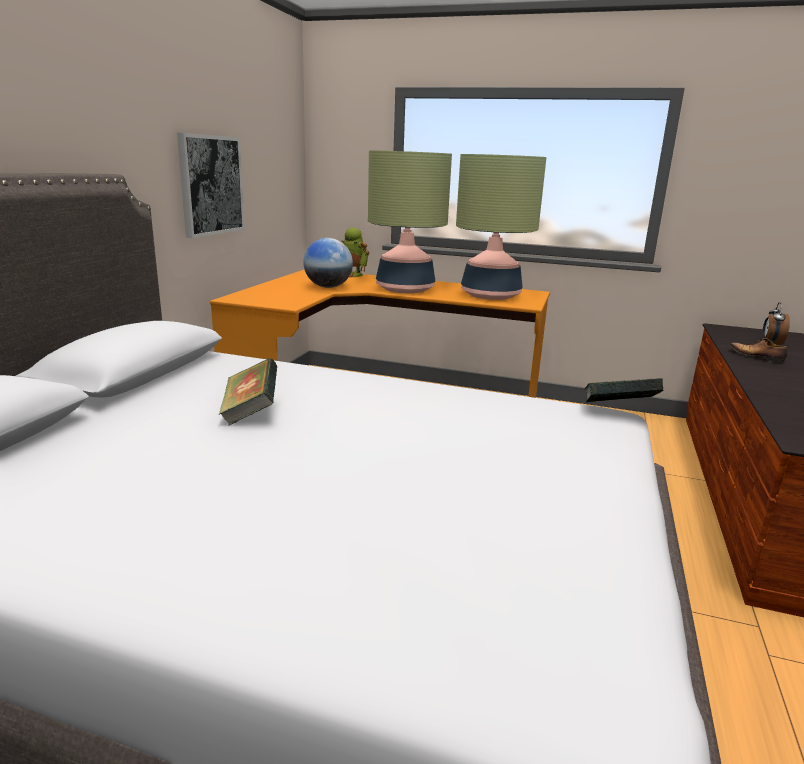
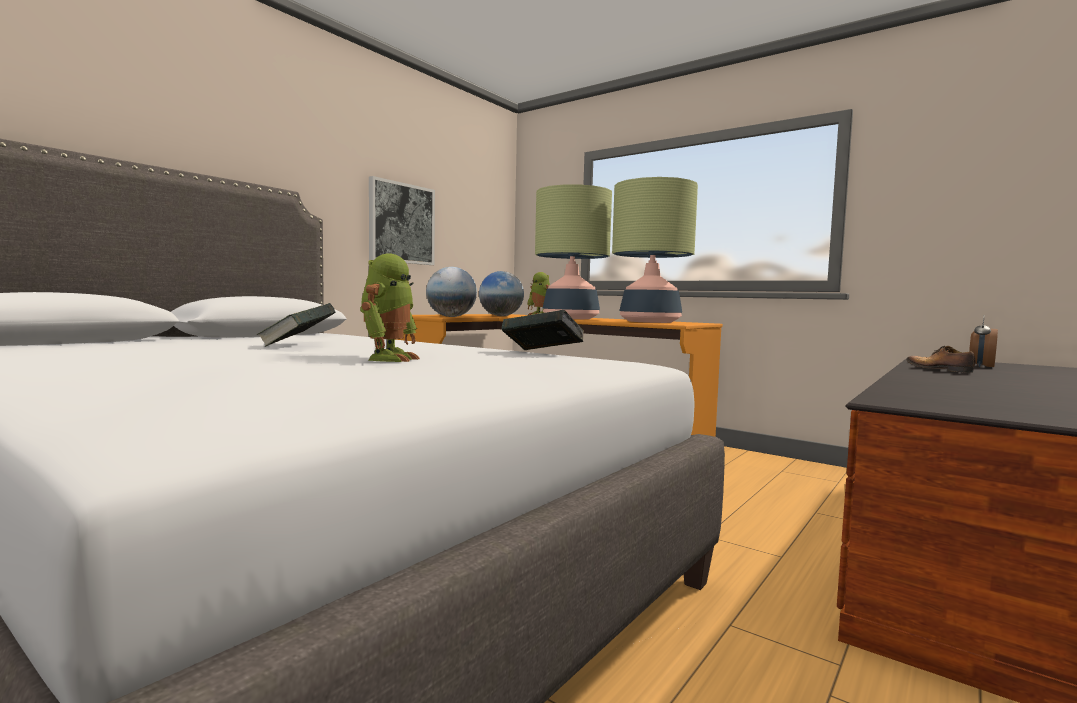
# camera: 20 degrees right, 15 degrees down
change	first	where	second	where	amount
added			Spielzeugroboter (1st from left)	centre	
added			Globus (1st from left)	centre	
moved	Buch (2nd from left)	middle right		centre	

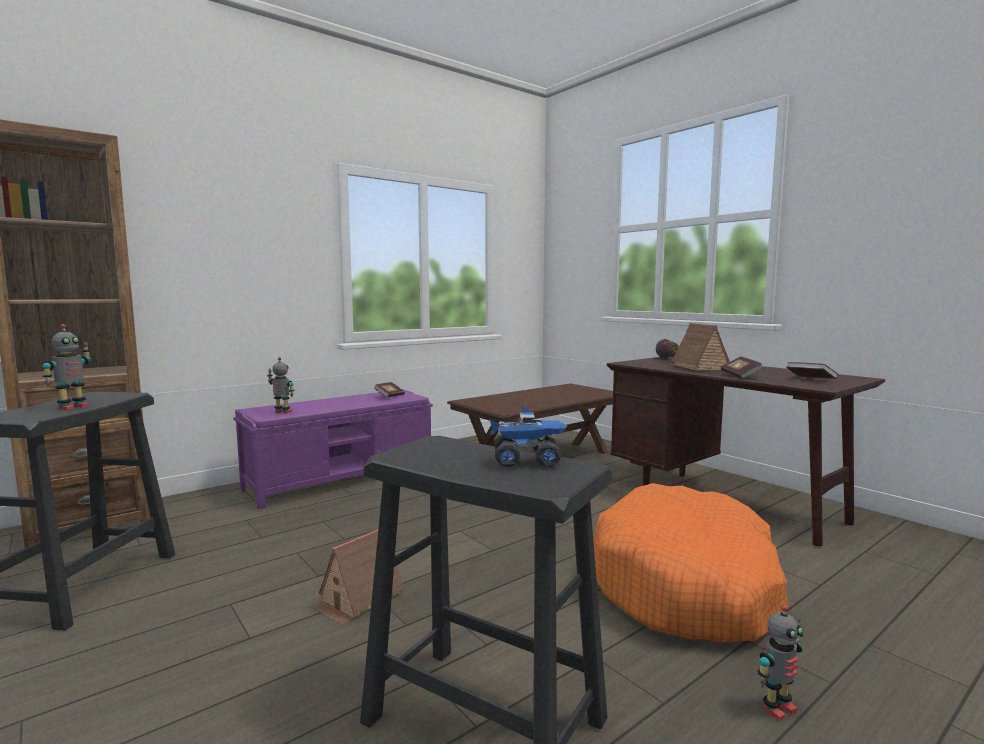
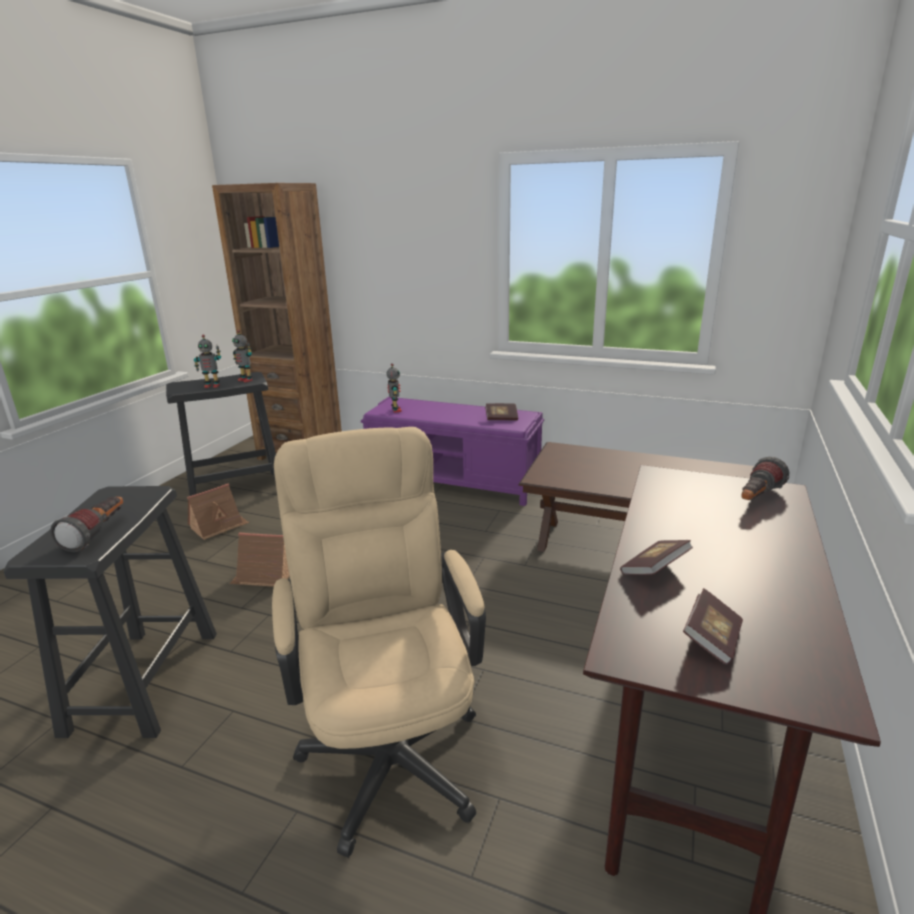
# camera: 60 degrees right, 15 degrees up
change	first	where	second	where	amount
moved	Spielzeughaus (2nd from left in the first image)	middle right	Spielzeughaus (1st from left)	middle left	
moved	Spielzeugroboter (3rd from left in the first image)	bottom right	Spielzeugroboter (2nd from left)	middle left	
replaced	Spielzeuglaster	centre	Taschenlampe (1st from left)	middle left	
replaced	Hundebett/orange	bottom right	Bürostuhl/beige	bottom centre	

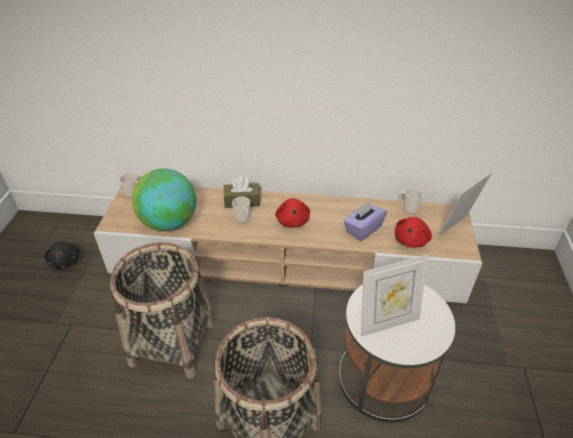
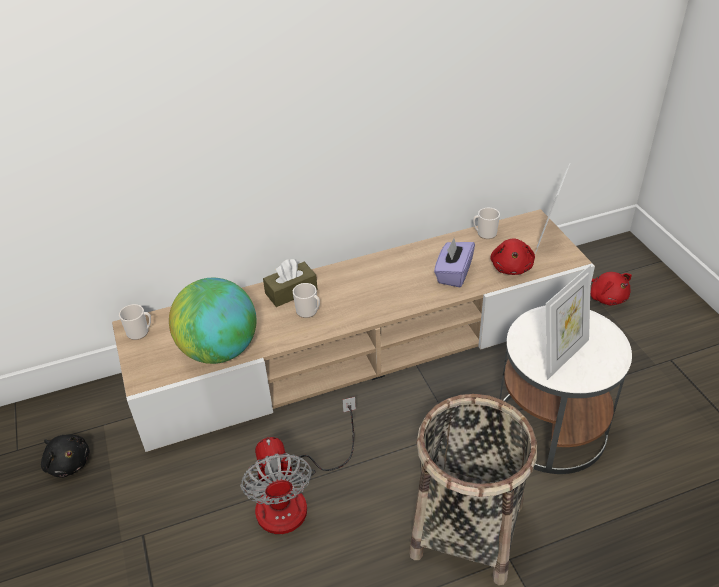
# camera: 25 degrees left, 0 degrees up
change	first	where	second	where	amount
moved	Plüschtier/rot (1st from left in the first image)	centre	Plüschtier/rot (2nd from left)	middle right	
replaced	Korb (1st from left)	bottom left	Ventilator	bottom centre	

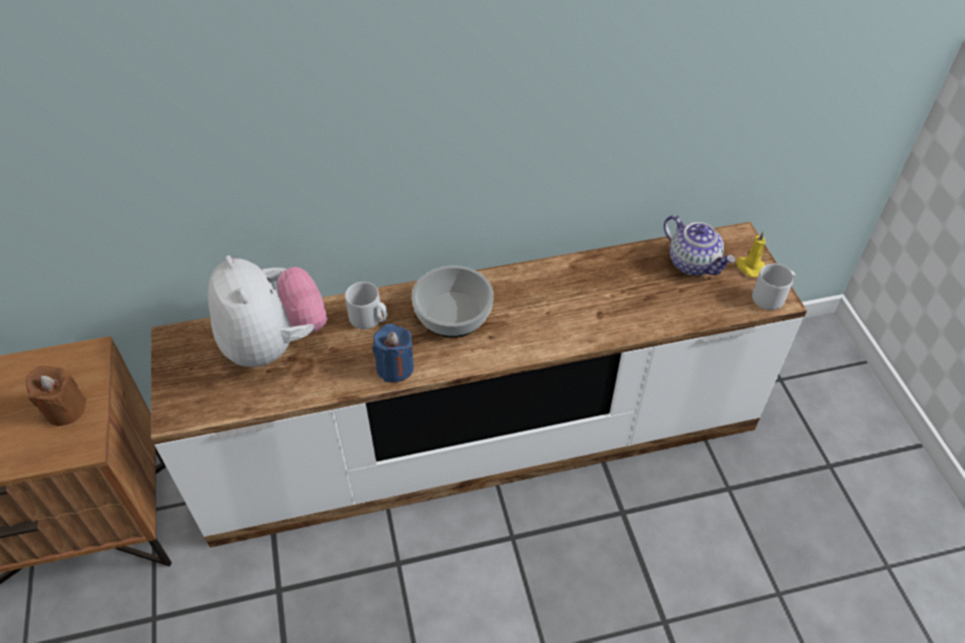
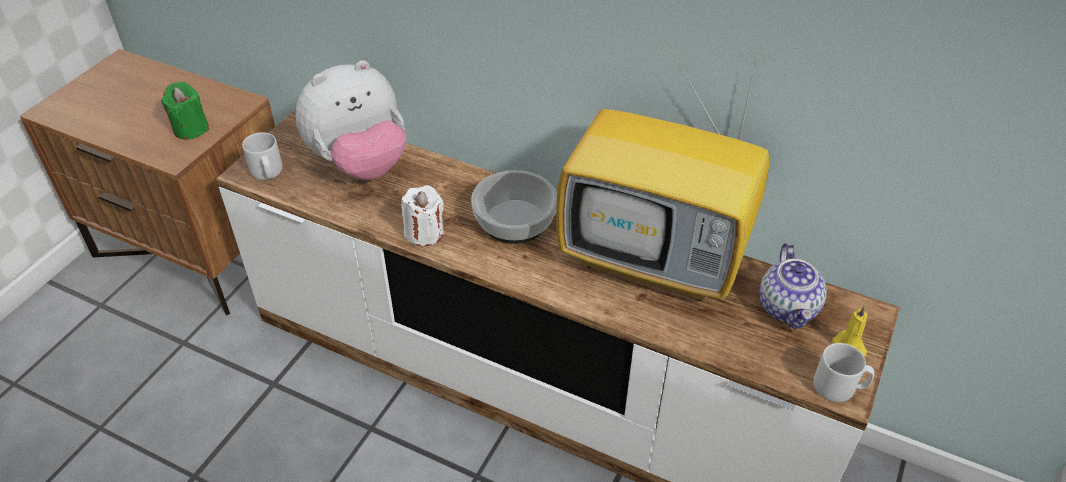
# camera: 40 degrees right, 5 degrees down
change	first	where	second	where	amount
added			Fernseher	centre	
moved	Henkelbecher/grau (1st from left)	centre		top left	
recoloured	Kerze/braun	middle left	Kerze/grün	top left	
recoloured	Kerze/blau	centre	Kerze/weiß	centre	
turned	Plüschtier	middle left		top left	45 degrees clockwise

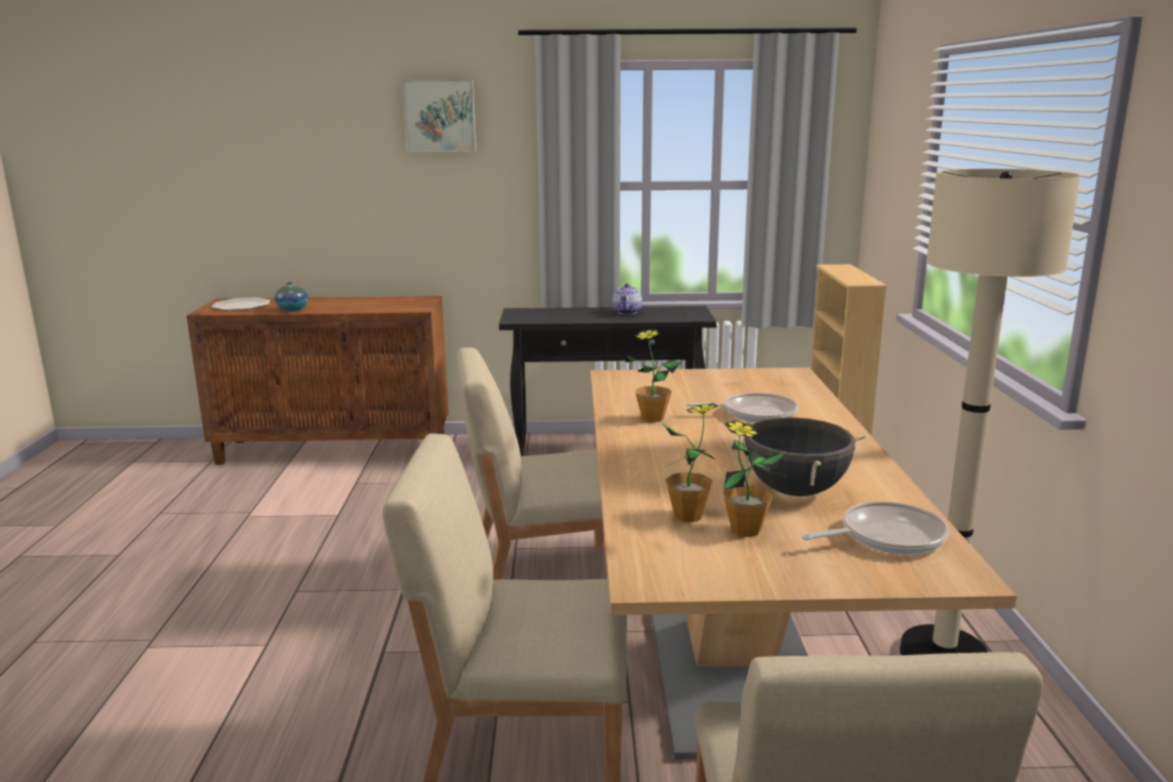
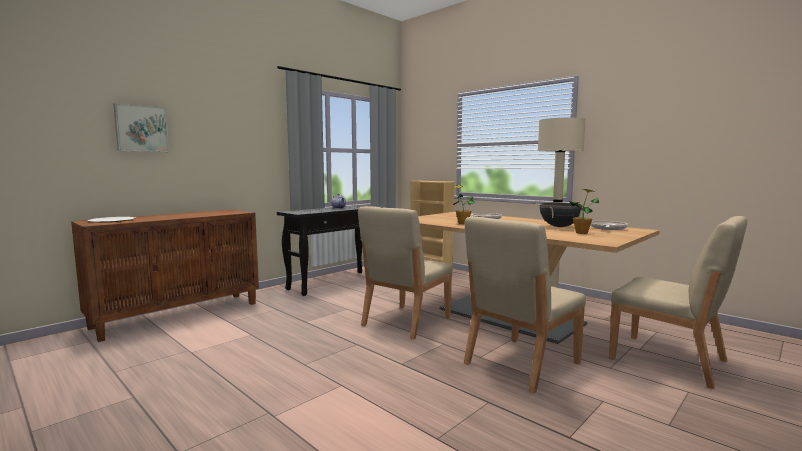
# camera: 45 degrees left, 10 degrees down
change	first	where	second	where	amount
removed	Vase	middle left			
removed	Topfpflanze (2nd from left)	centre			
moved	Bild	top centre		top left	

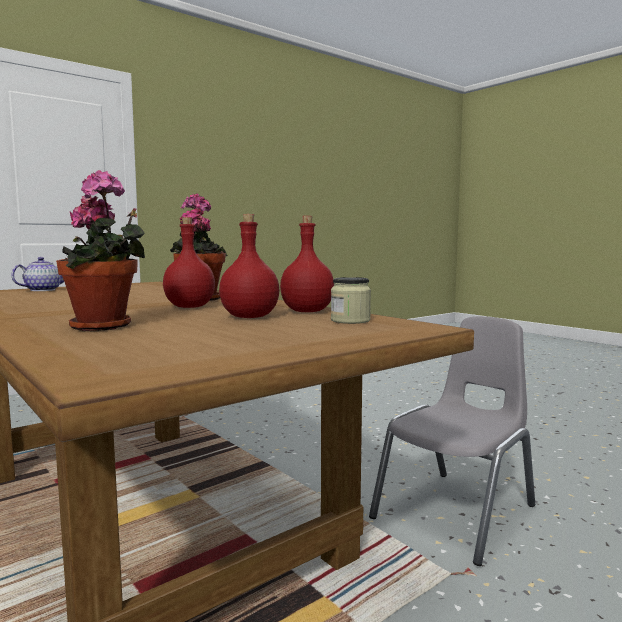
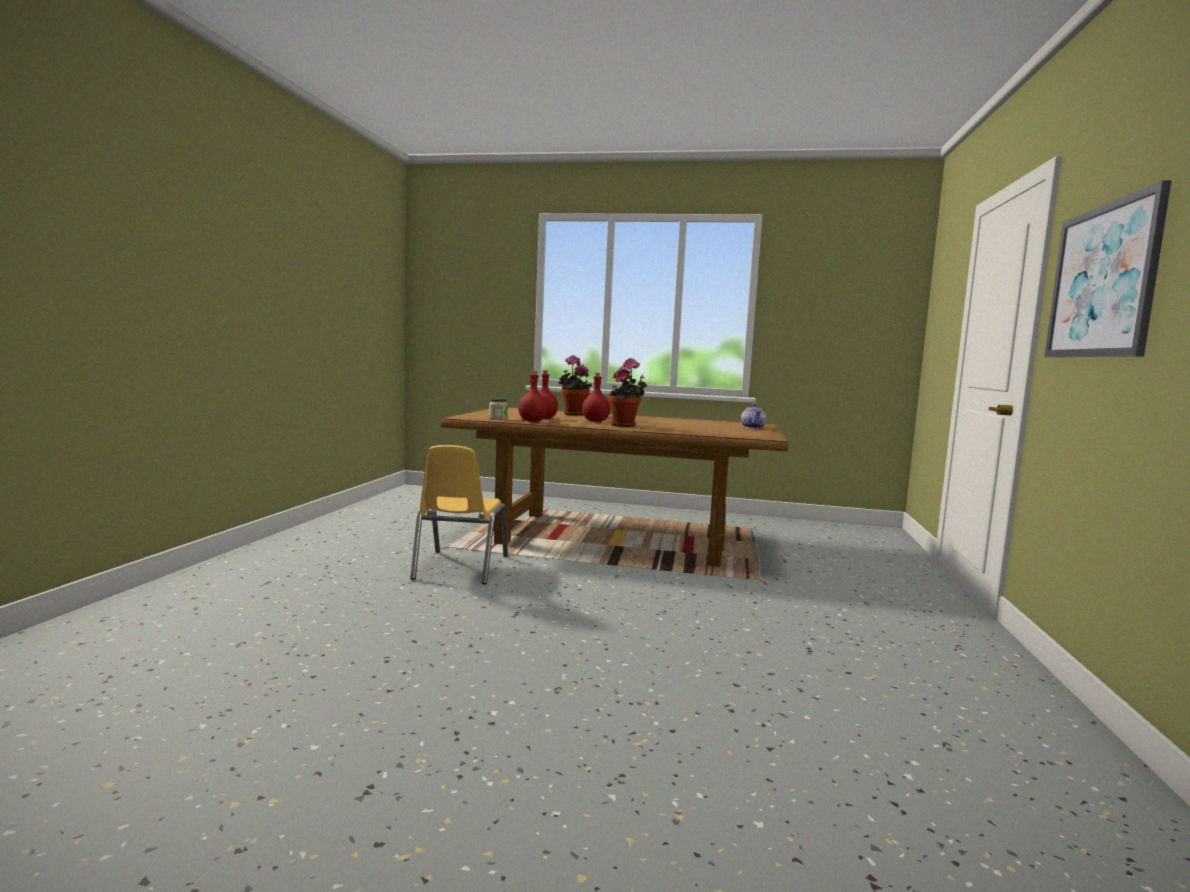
# camera: 140 degrees right, 0 degrees up
change	first	where	second	where	amount
added			Bild	top right	
recoloured	Stuhl/grau	bottom right	Stuhl/gelb	centre	

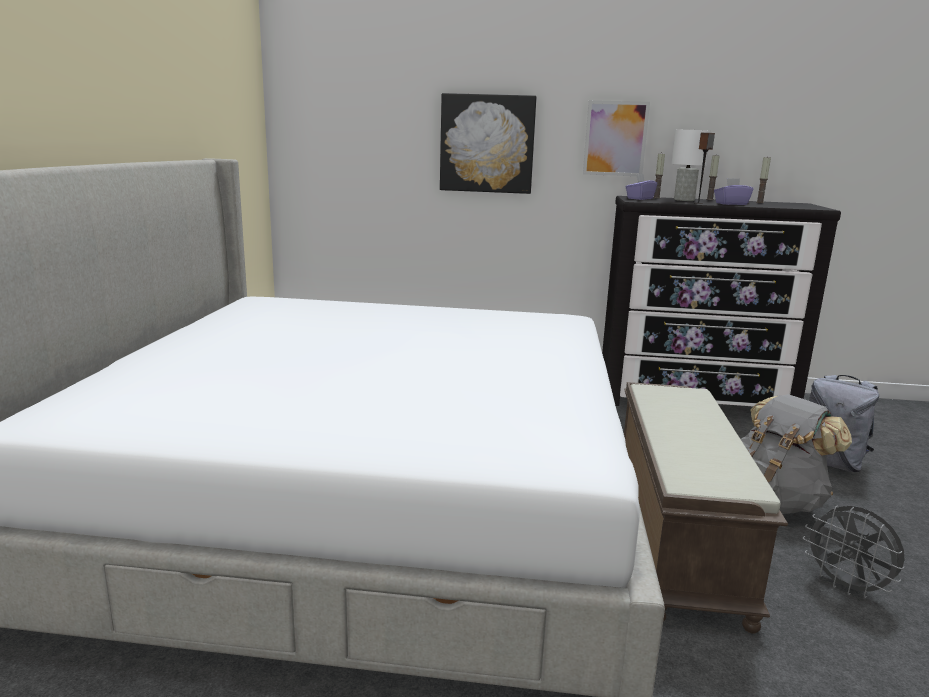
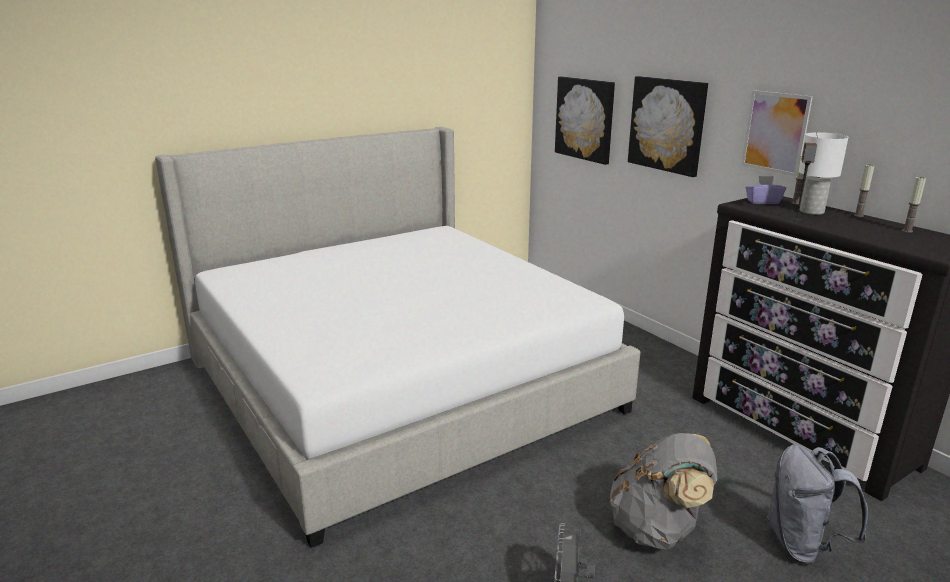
# camera: 50 degrees right, 5 degrees up
change	first	where	second	where	amount
removed	Bank/braun	bottom right			
removed	Taschentuchbox/lila (2nd from left)	top right			
added			Bild (1st from left)	top centre	

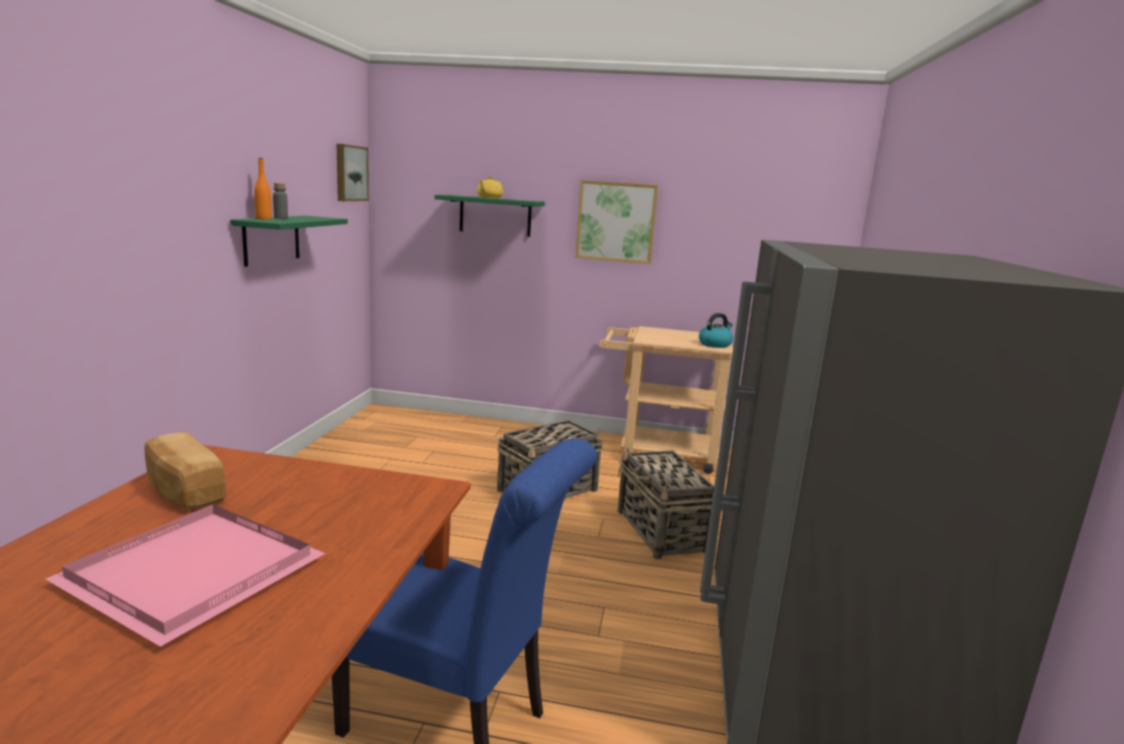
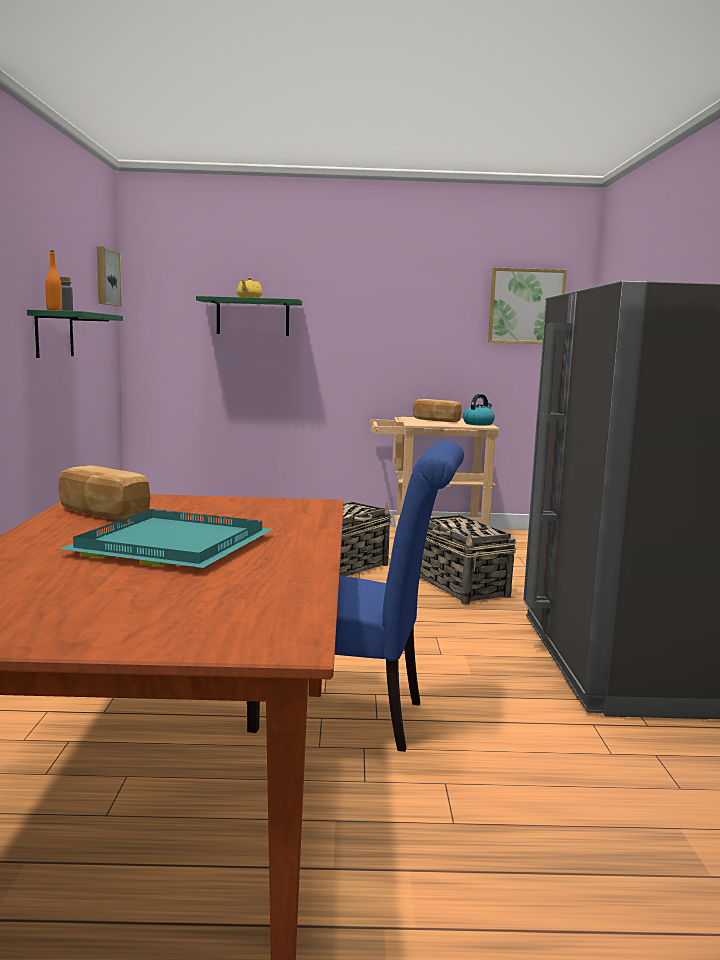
# camera: 10 degrees left, 5 degrees down
change	first	where	second	where	amount
added			Brot (2nd from left)	centre	
moved	Bild (2nd from left)	top centre		top right	
recoloured	Tablett/rosa	bottom left	Tablett/türkis	middle left	

